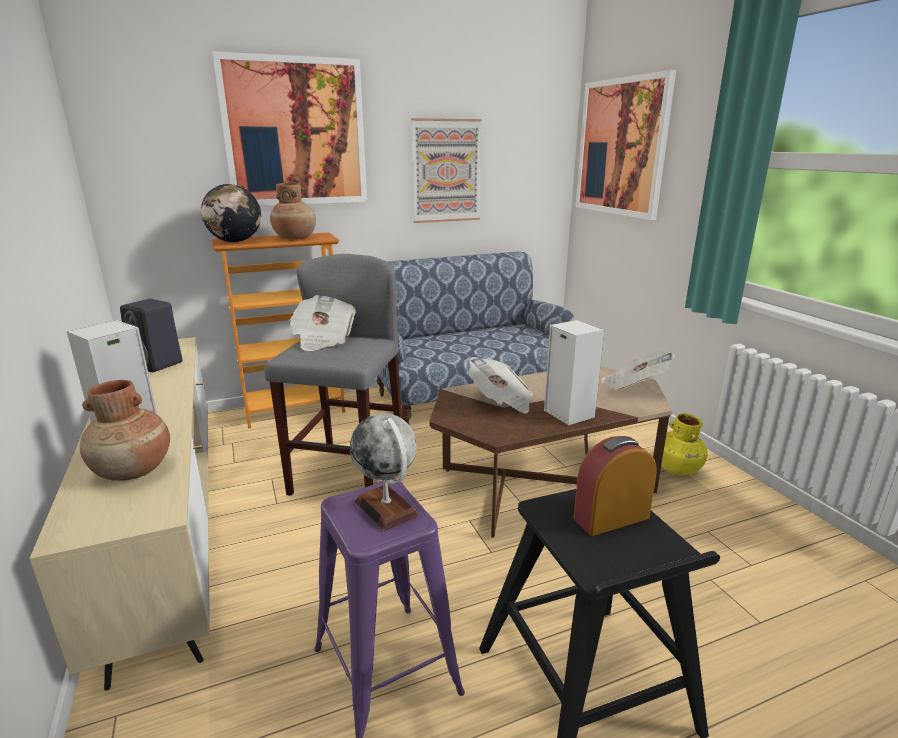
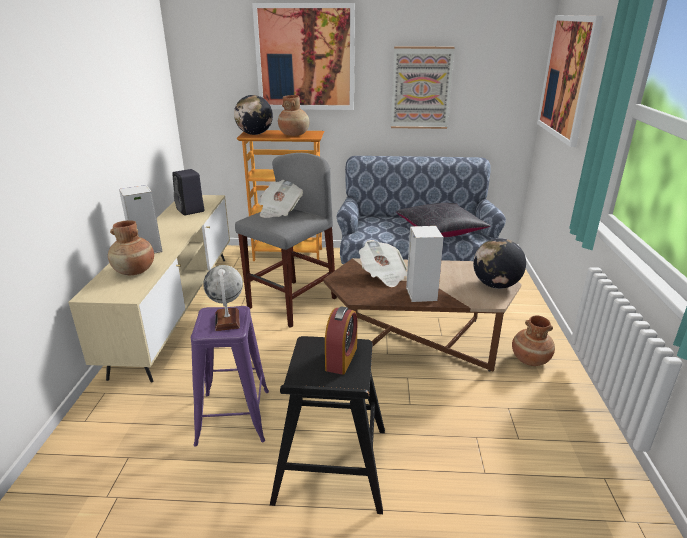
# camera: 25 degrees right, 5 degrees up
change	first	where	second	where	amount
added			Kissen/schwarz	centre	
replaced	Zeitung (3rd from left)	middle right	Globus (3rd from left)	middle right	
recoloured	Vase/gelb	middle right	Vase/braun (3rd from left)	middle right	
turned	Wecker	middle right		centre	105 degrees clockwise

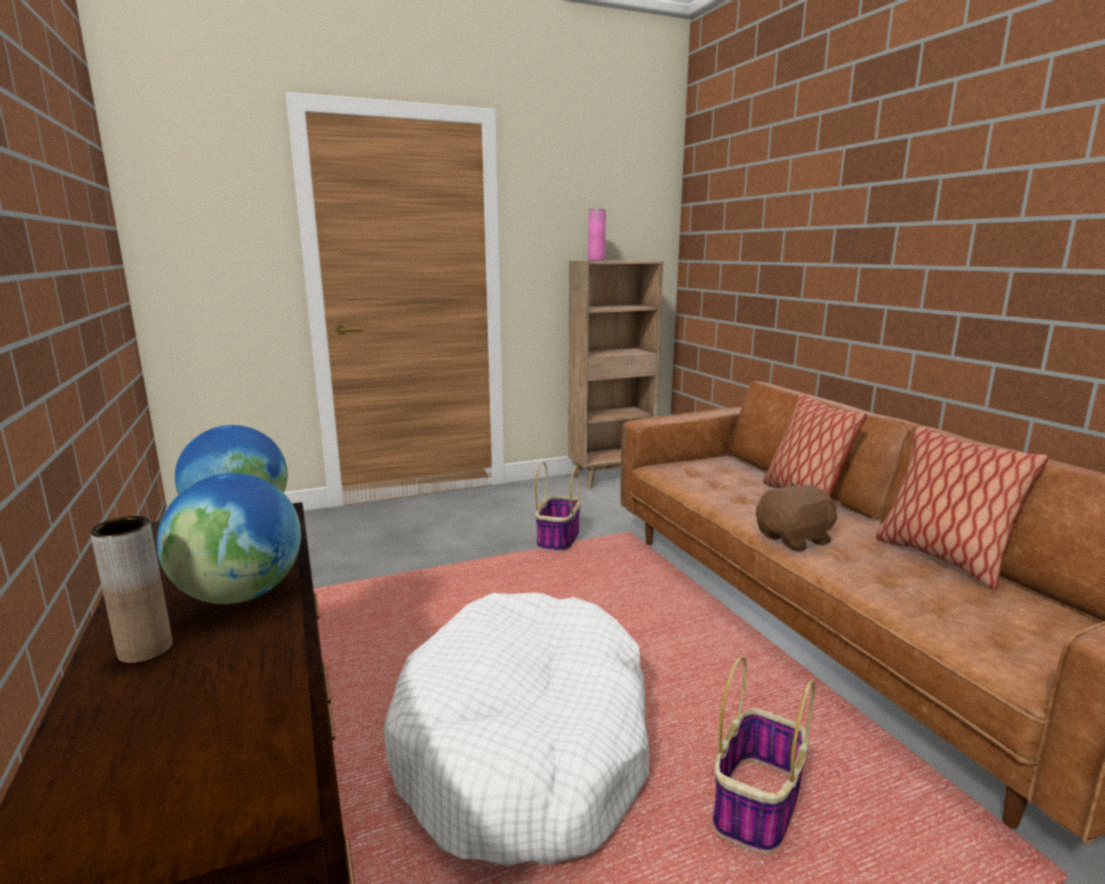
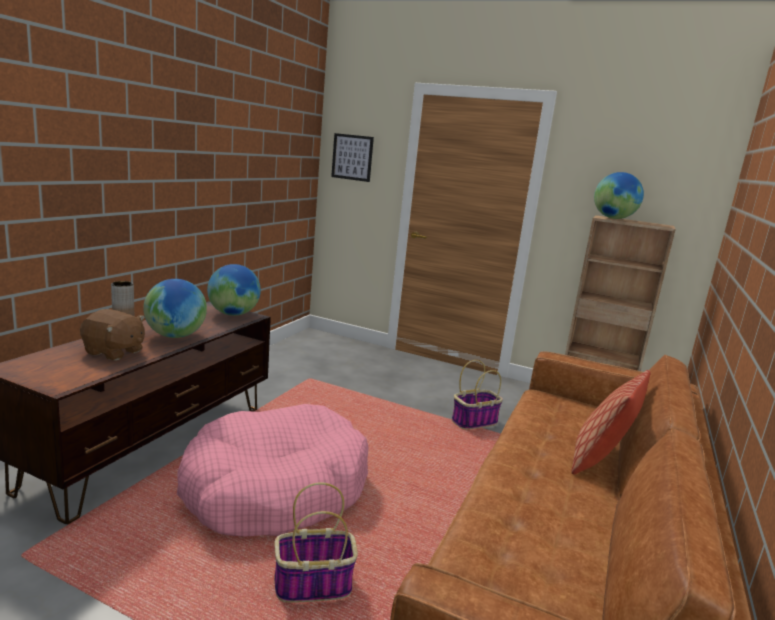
# camera: 45 degrees right, 0 degrees up
change	first	where	second	where	amount
removed	Kissen (2nd from left)	middle right			
added			Bild	top centre	
moved	Plüschtier/braun	middle right		middle left	
replaced	Vase/rosa	top centre	Globus (3rd from left)	top right	
recoloured	Hundebett/weiß	bottom centre	Hundebett/rosa	bottom centre	

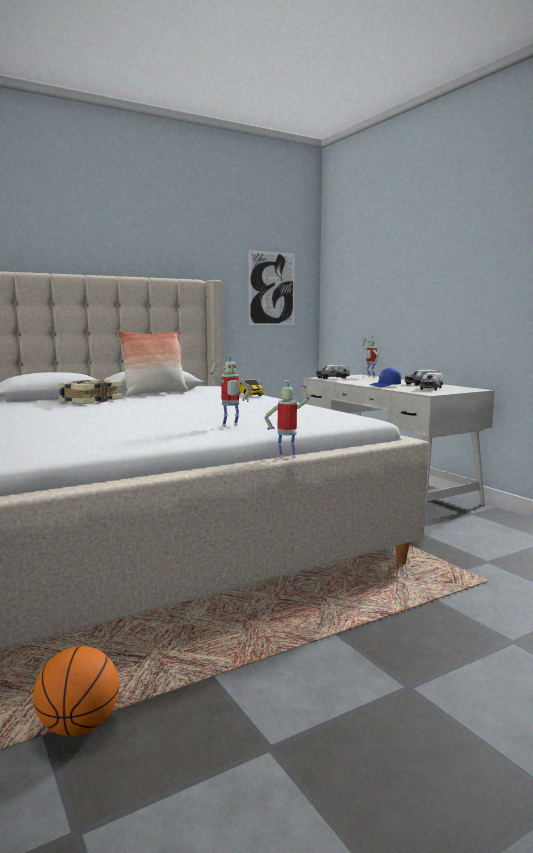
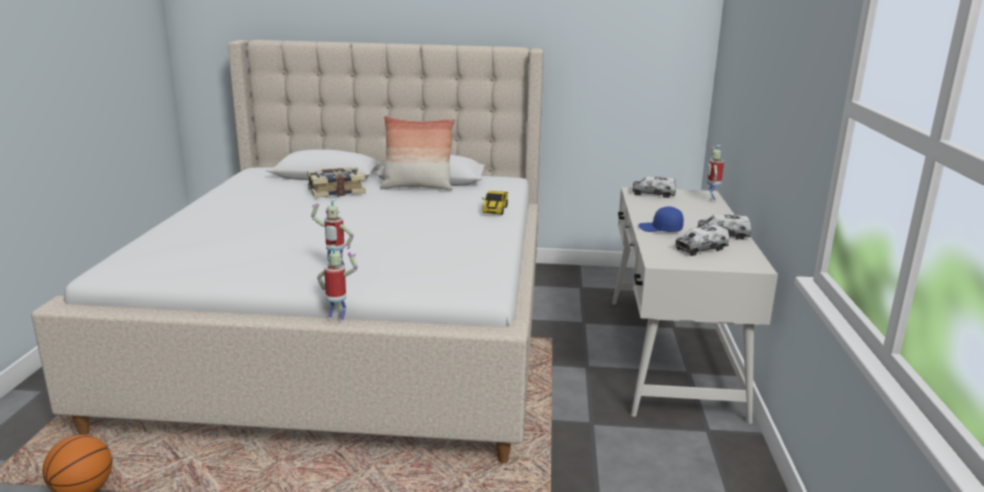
# camera: 35 degrees right, 10 degrees up
change	first	where	second	where	amount
removed	Bild	centre			

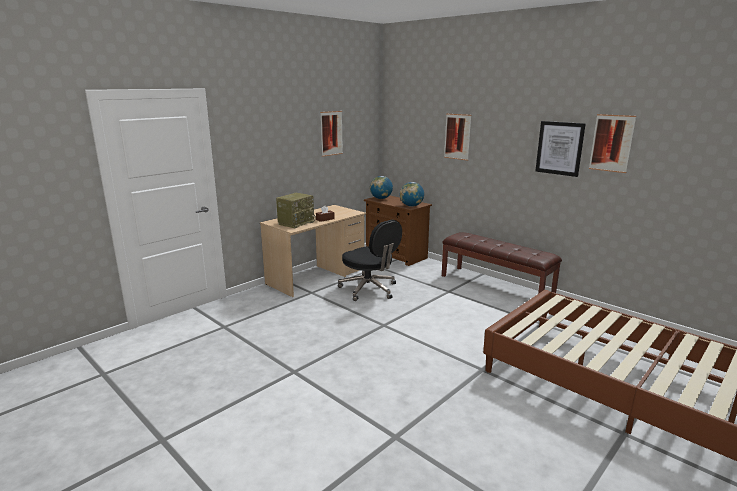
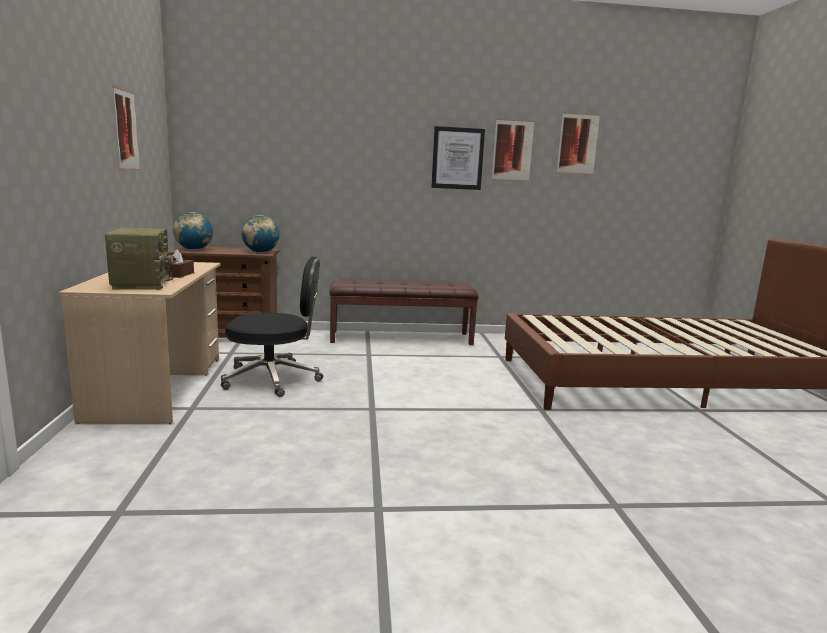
# camera: 50 degrees left, 5 degrees down
change	first	where	second	where	amount
moved	Bild (2nd from left in the first image)	top centre	Bild (4th from left)	top right	

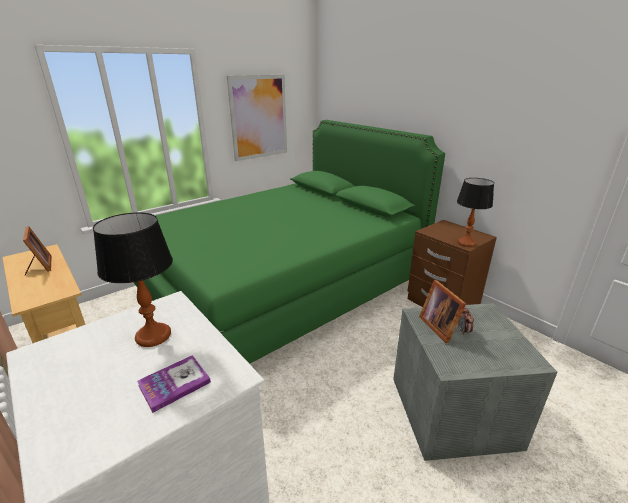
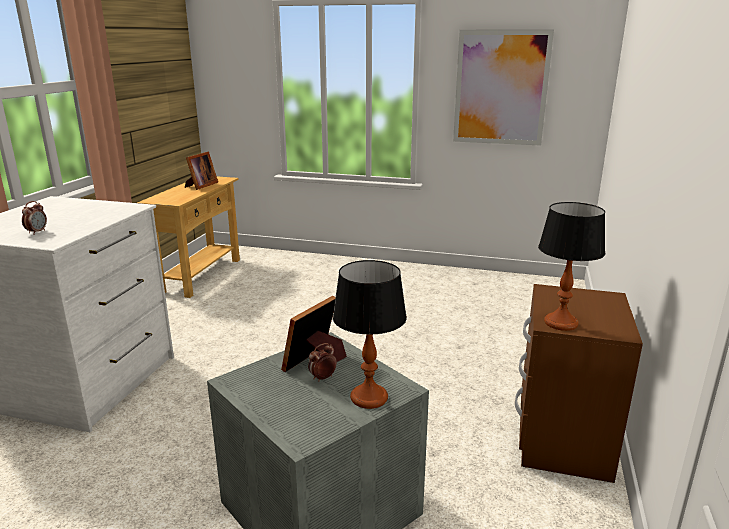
# camera: 55 degrees right, 5 degrees down
change	first	where	second	where	amount
removed	Bett/grün	centre			
moved	Tischlampe (1st from left)	middle left		centre	
replaced	Buch	bottom left	Wecker (1st from left)	middle left	

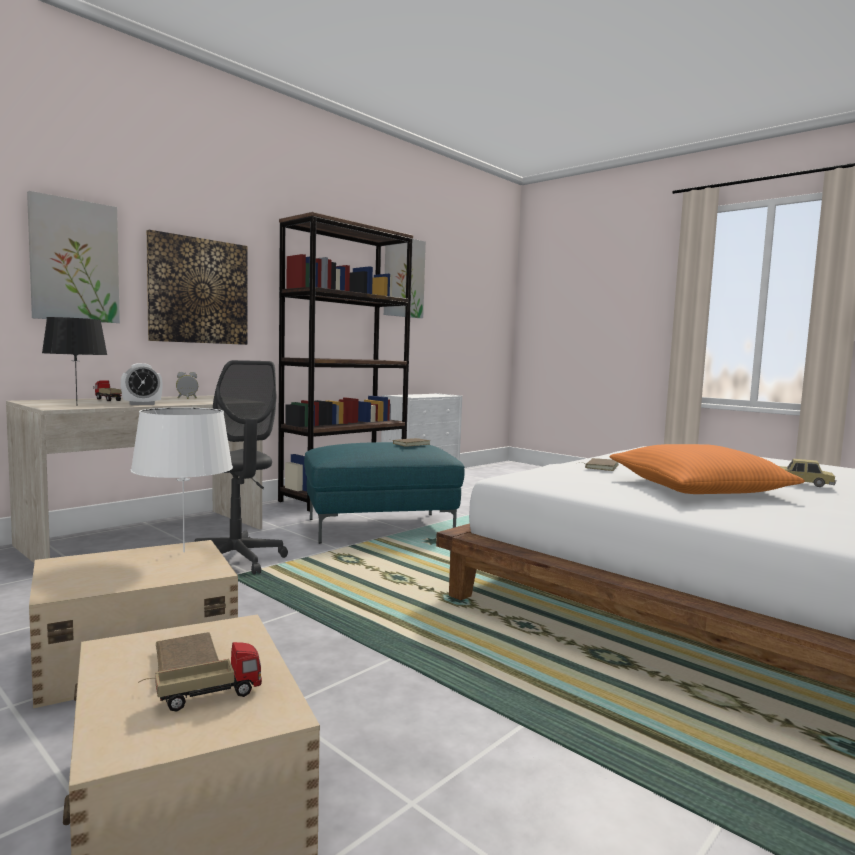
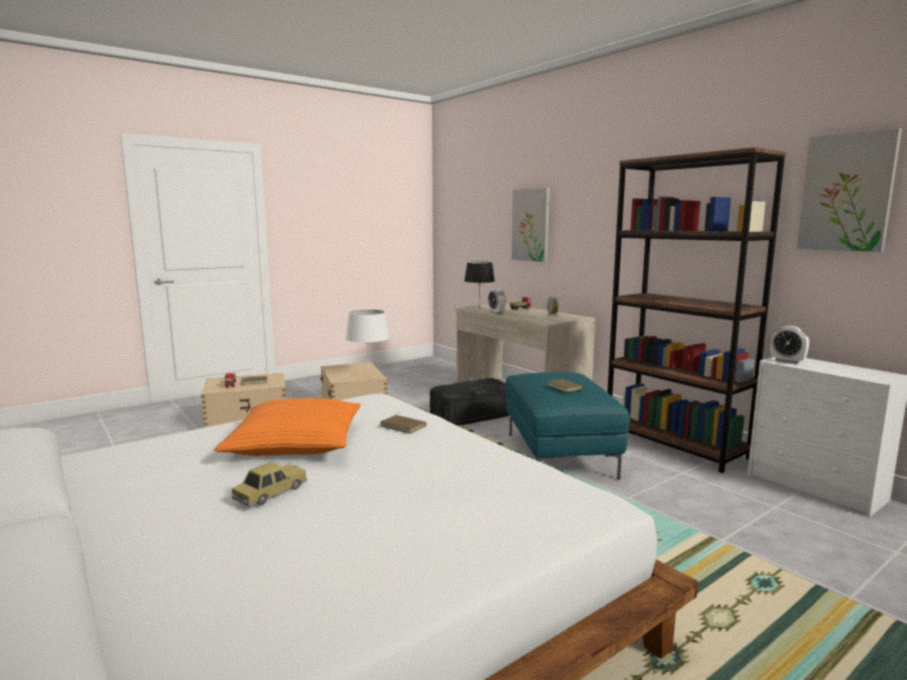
# camera: 100 degrees right, 5 degrees up
change	first	where	second	where	amount
removed	Bild (2nd from left)	middle left			
added			Wecker (3rd from left)	middle right	
replaced	Bürostuhl/grau	middle left	Aufbewahrungsbox/schwarz	centre	

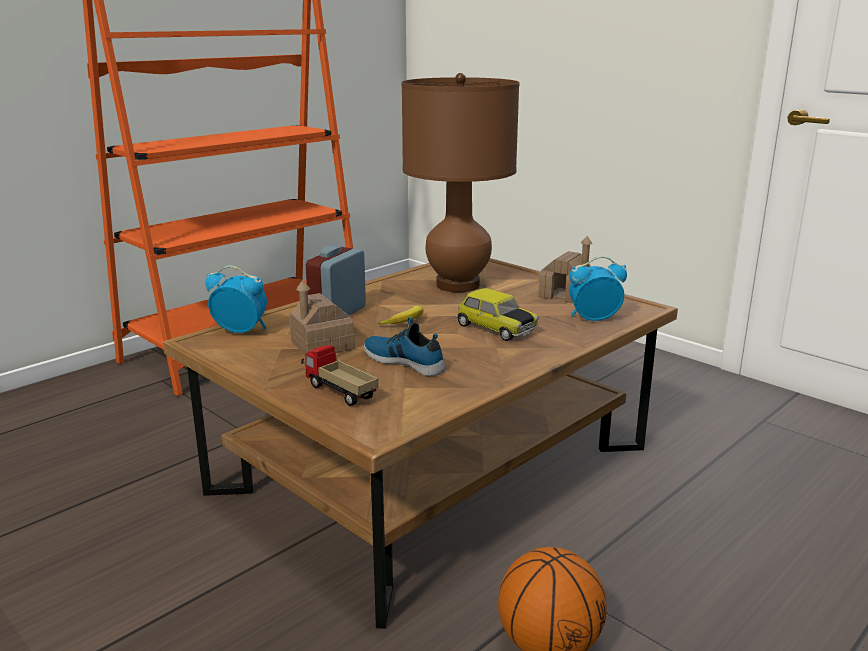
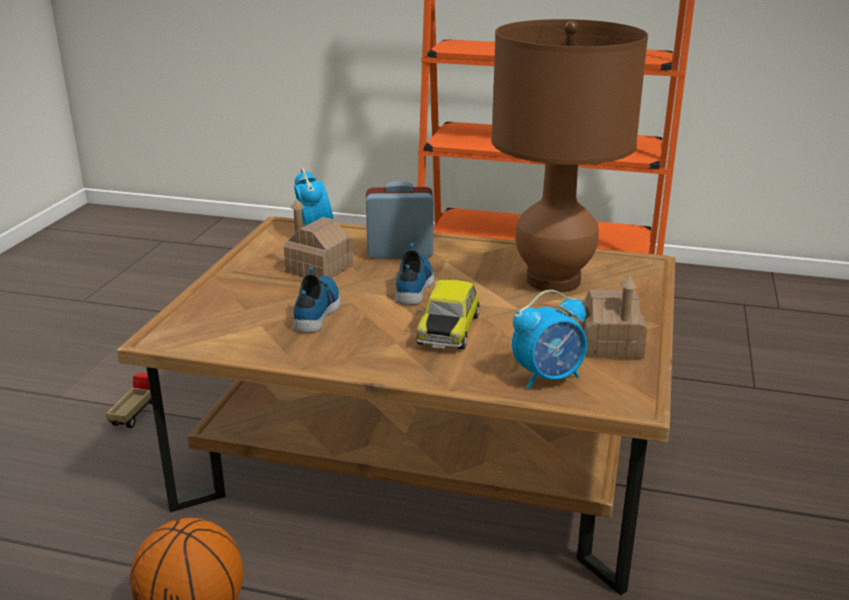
# camera: 60 degrees right, 5 degrees up
change	first	where	second	where	amount
moved	Spielzeuglaster	centre		bottom left	
replaced	Banane	centre	Schuh (2nd from left)	centre	
turned	Wecker (3rd from left)	middle right		centre	105 degrees clockwise

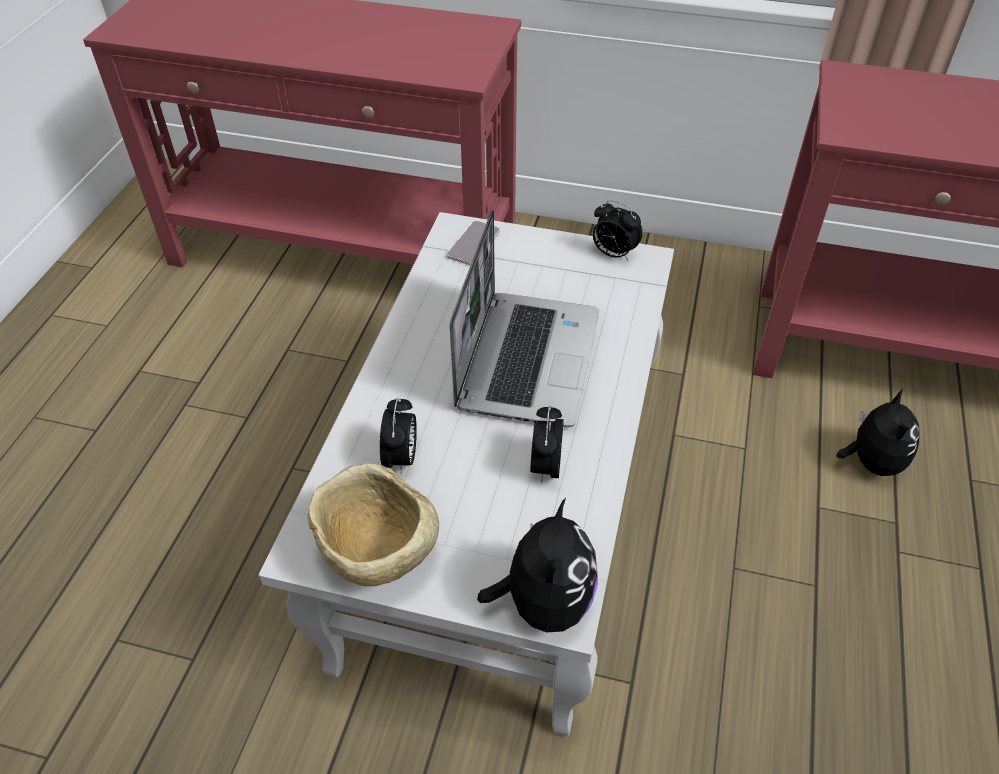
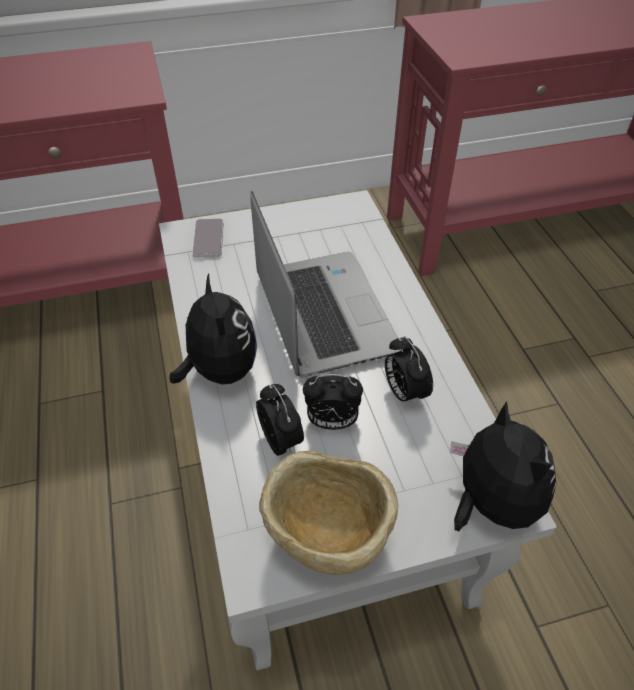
# camera: 30 degrees left, 0 degrees up
change	first	where	second	where	amount
moved	Wecker (3rd from left in the first image)	top centre	Wecker (2nd from left)	centre	
moved	Plüschtier (2nd from left in the first image)	middle right	Plüschtier (1st from left)	centre	

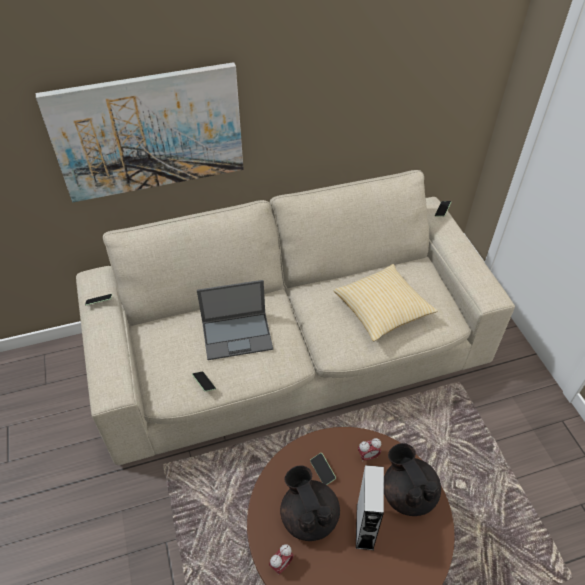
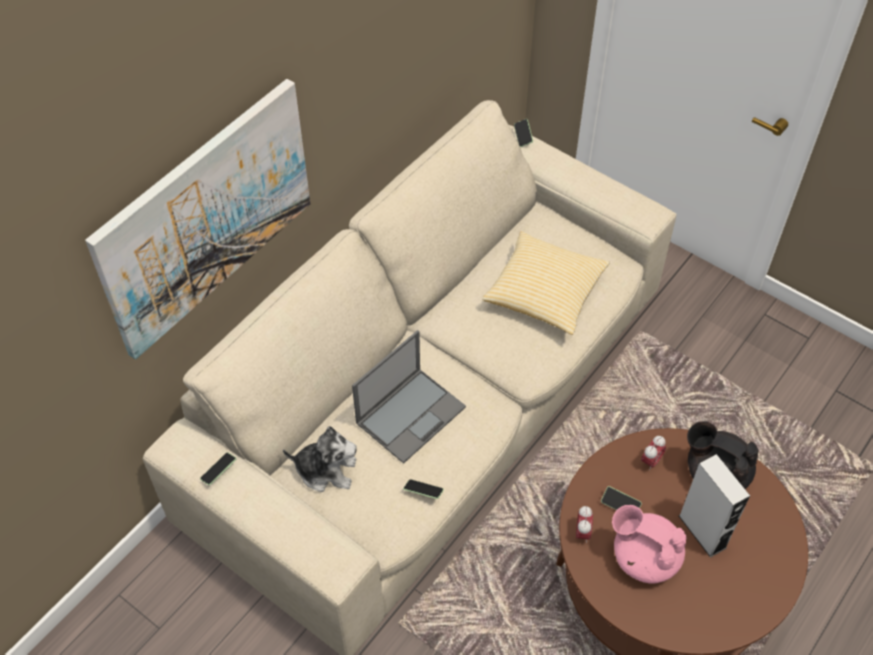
# camera: 35 degrees left, 5 degrees up
change	first	where	second	where	amount
added			Plüschtier	bottom centre	
moved	Wecker (1st from left)	bottom centre		bottom right	
recoloured	Teekanne/schwarz (1st from left)	bottom centre	Teekanne/rosa	bottom right	

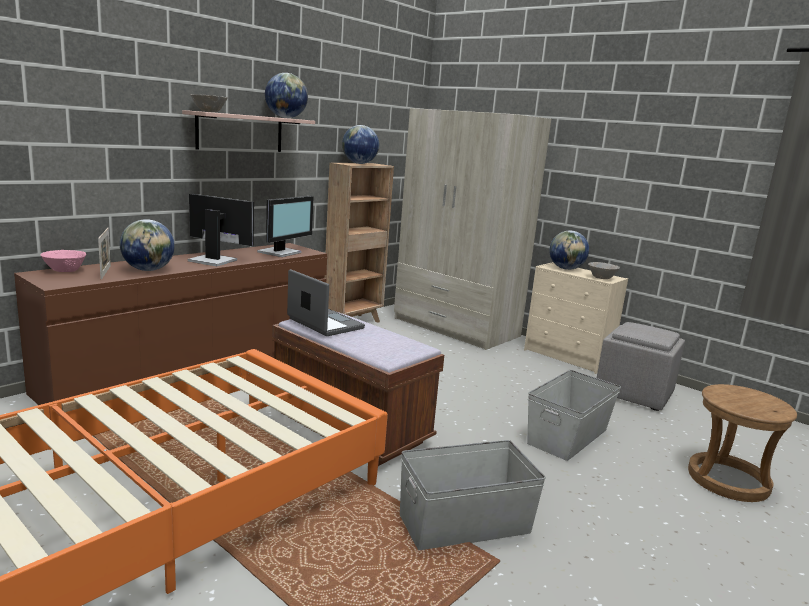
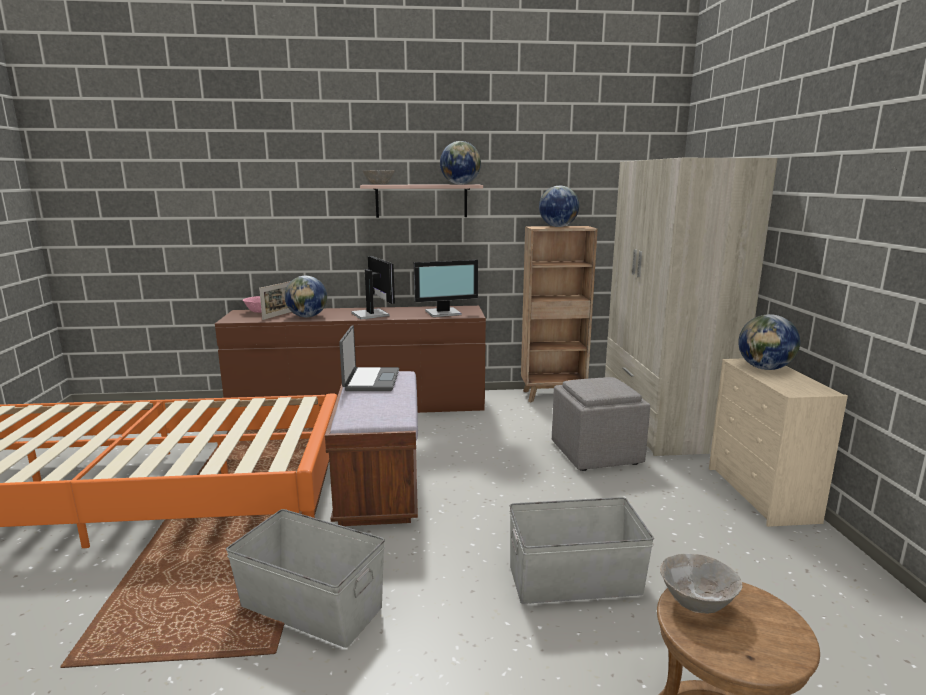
# camera: 45 degrees right, 0 degrees up
change	first	where	second	where	amount
moved	Schüssel/grau (2nd from left)	middle right		bottom right	
moved	Polsterhocker/grau	middle right		centre	

